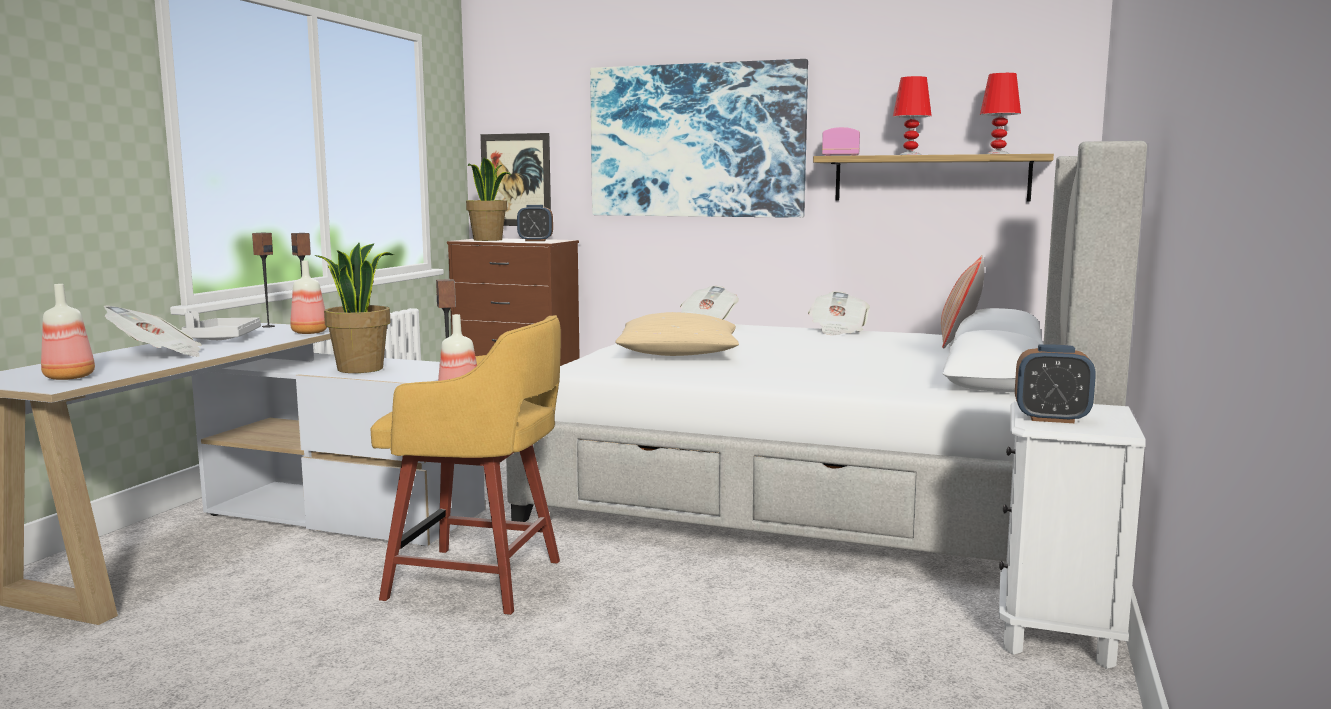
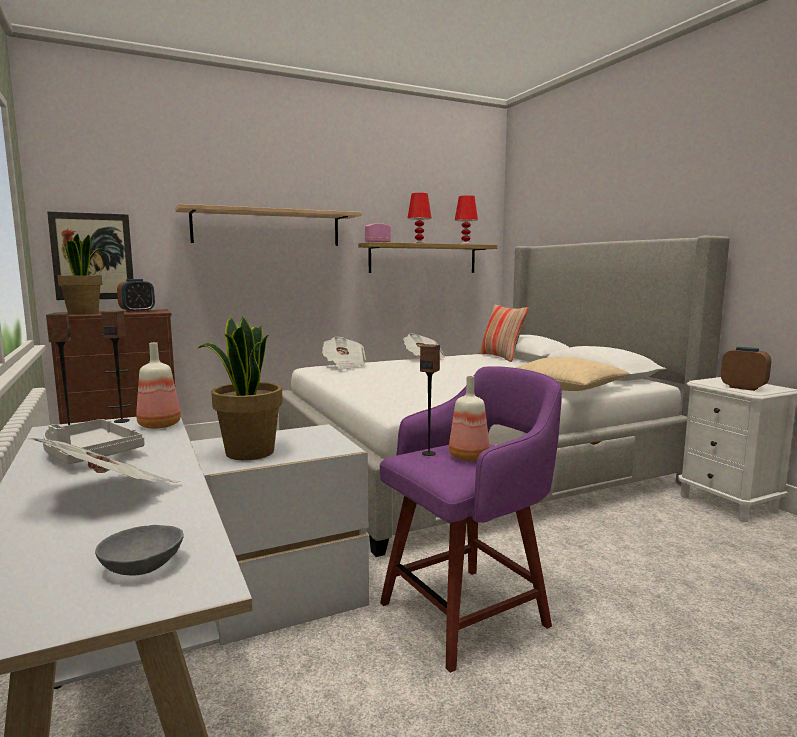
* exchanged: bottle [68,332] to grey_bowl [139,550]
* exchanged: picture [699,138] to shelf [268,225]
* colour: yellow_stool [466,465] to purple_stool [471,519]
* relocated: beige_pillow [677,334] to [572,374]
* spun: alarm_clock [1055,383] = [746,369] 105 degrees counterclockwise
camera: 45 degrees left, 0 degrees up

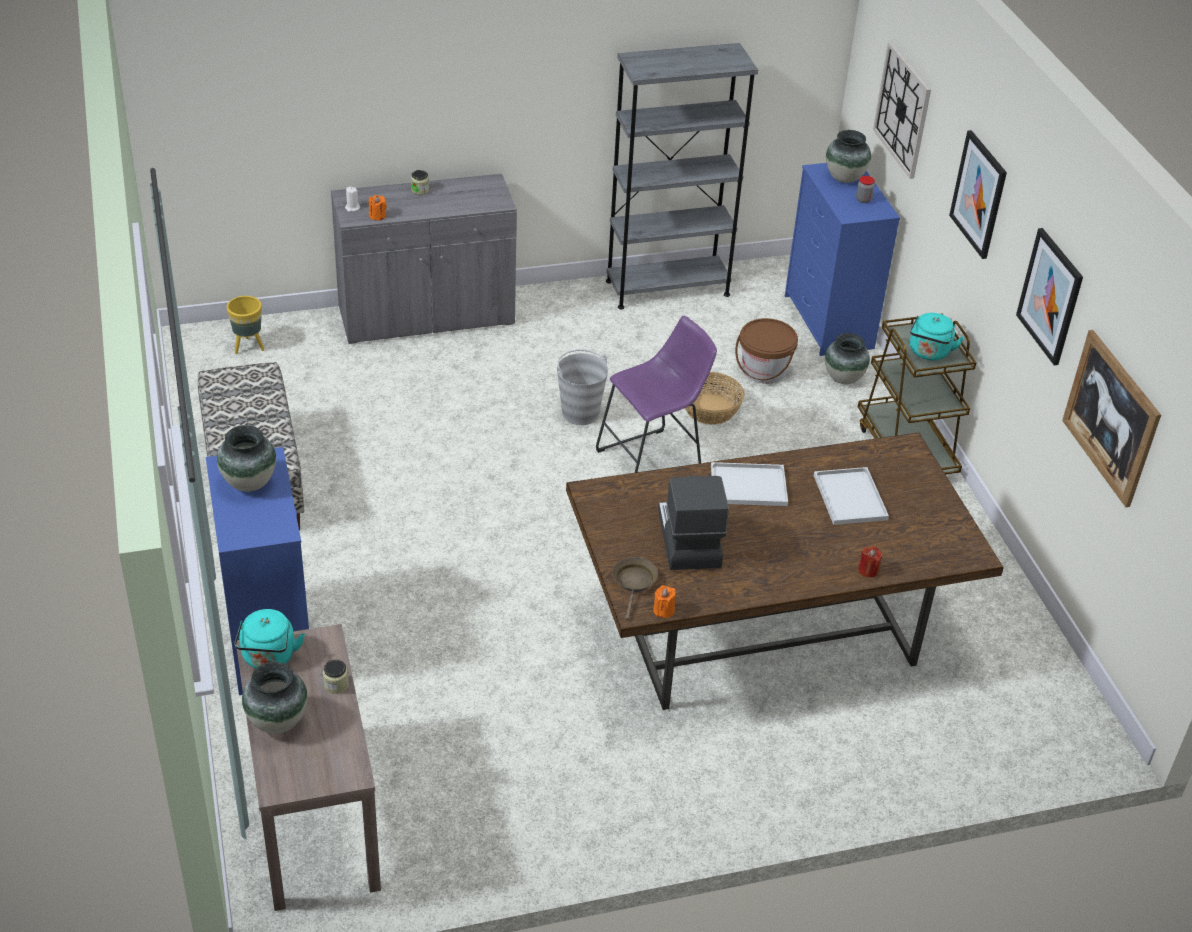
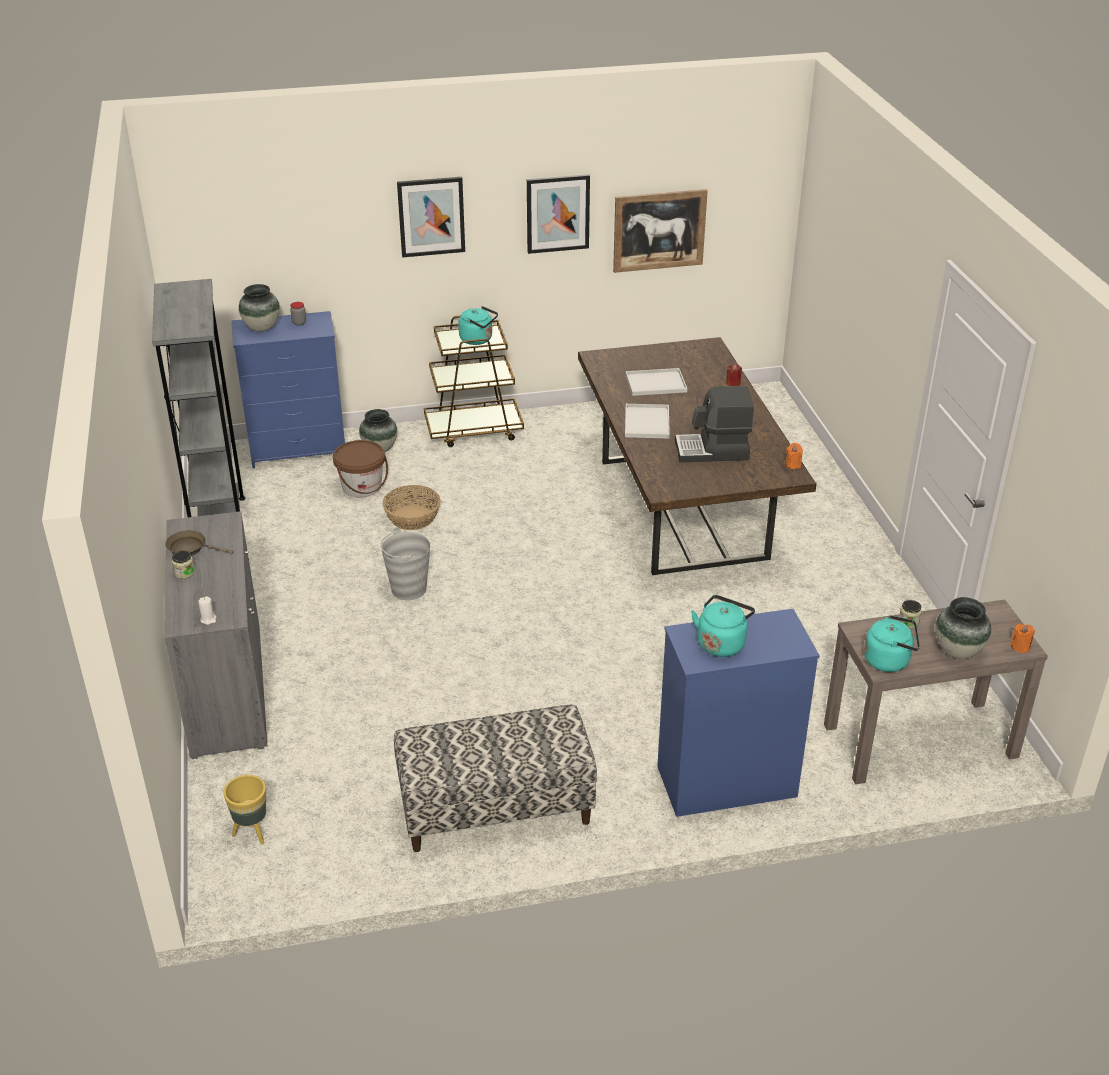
* relocated: brown_frying_pan [635,588] to [199,543]
* exchanged: vase [246,458] to turquoise_kettle [723,626]
* relocated: orange_candle [378,208] to [1022,638]
* missing: purple_stool [656,394]
* missing: wall_clock [902,110]
camera: 85 degrees left, 5 degrees down

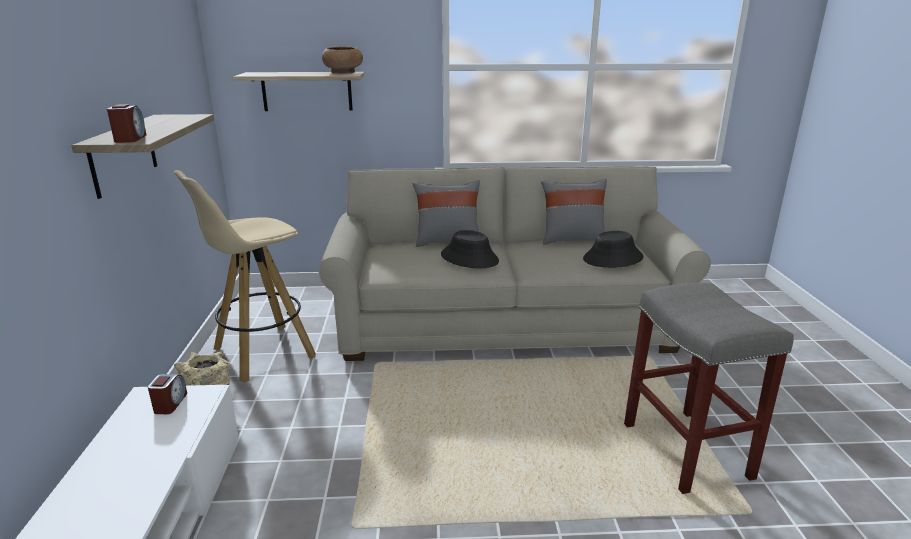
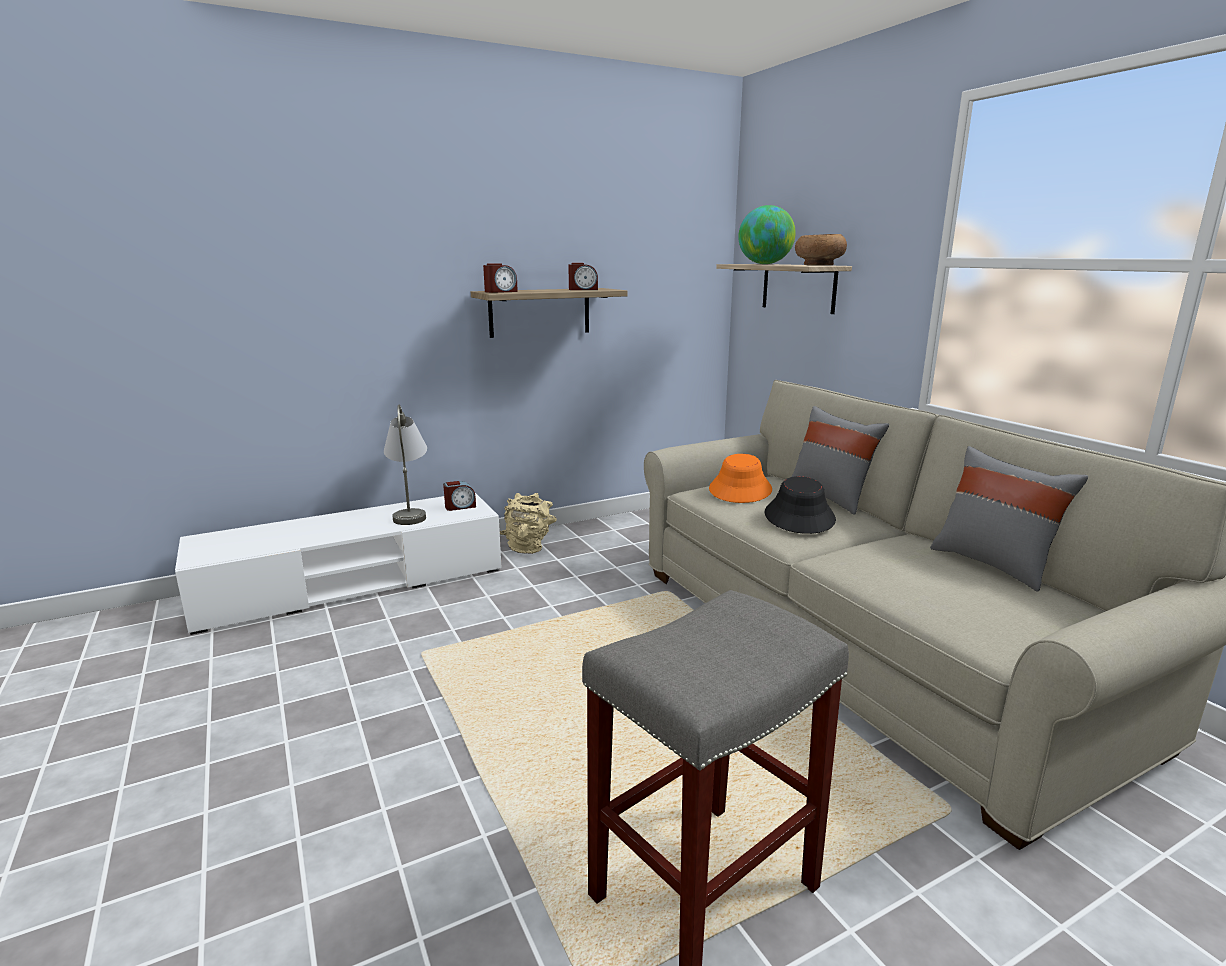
* appeared: grey_table_lamp [405,465]
* appeared: alarm_clock [583,276]
* appeared: orange_hat [740,478]
* appeared: globe [767,234]
* missing: beige_stool [245,276]
* missing: black_hat [613,249]
camera: 65 degrees right, 5 degrees down

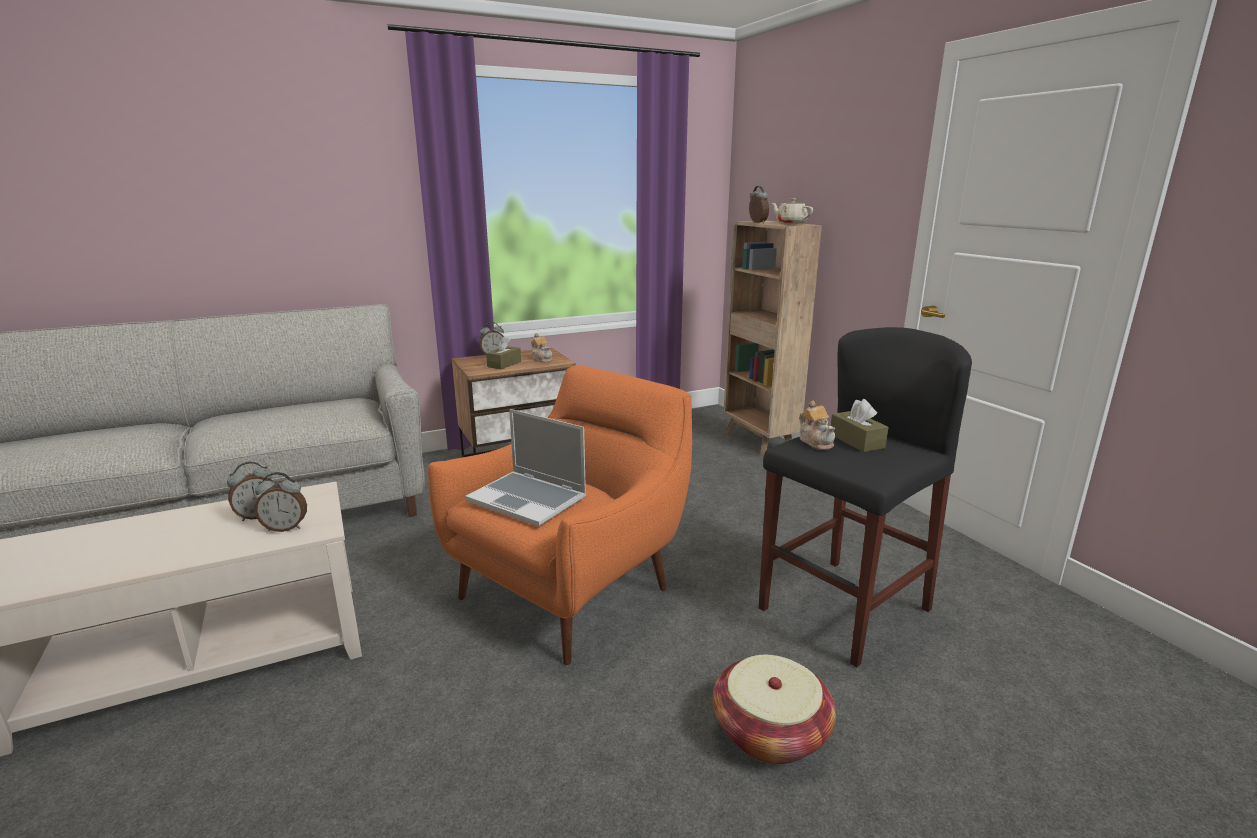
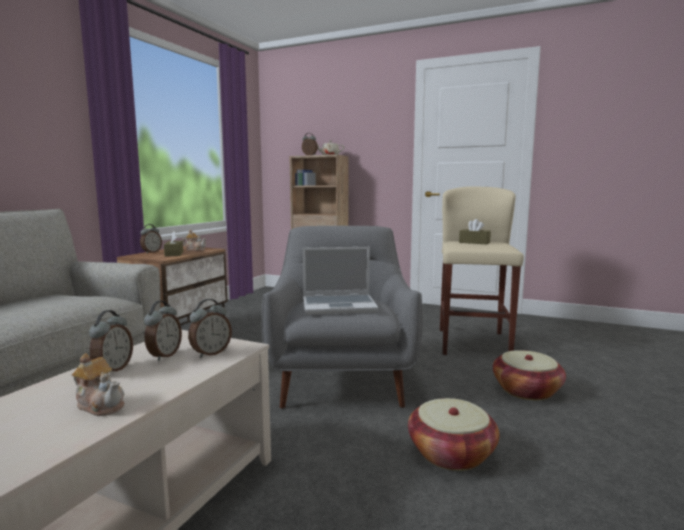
* relocated: teapot [817,425] to [98,384]
* appeared: alarm_clock [111,342]
* colour: orange_armchair [560,515] to grey_armchair [342,317]
* appeared: basket [453,434]
* colour: black_stool [865,497] to beige_stool [482,270]
camera: 40 degrees left, 10 degrees down

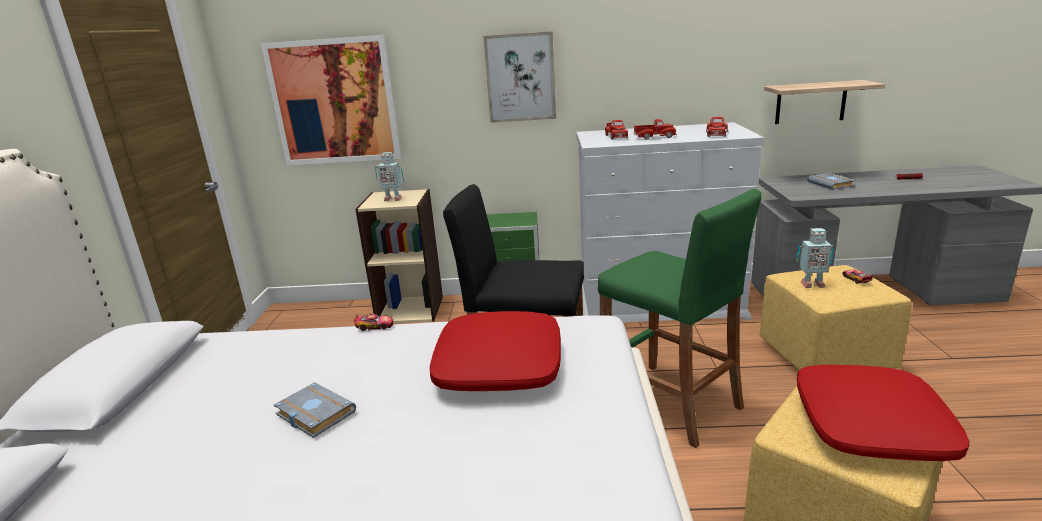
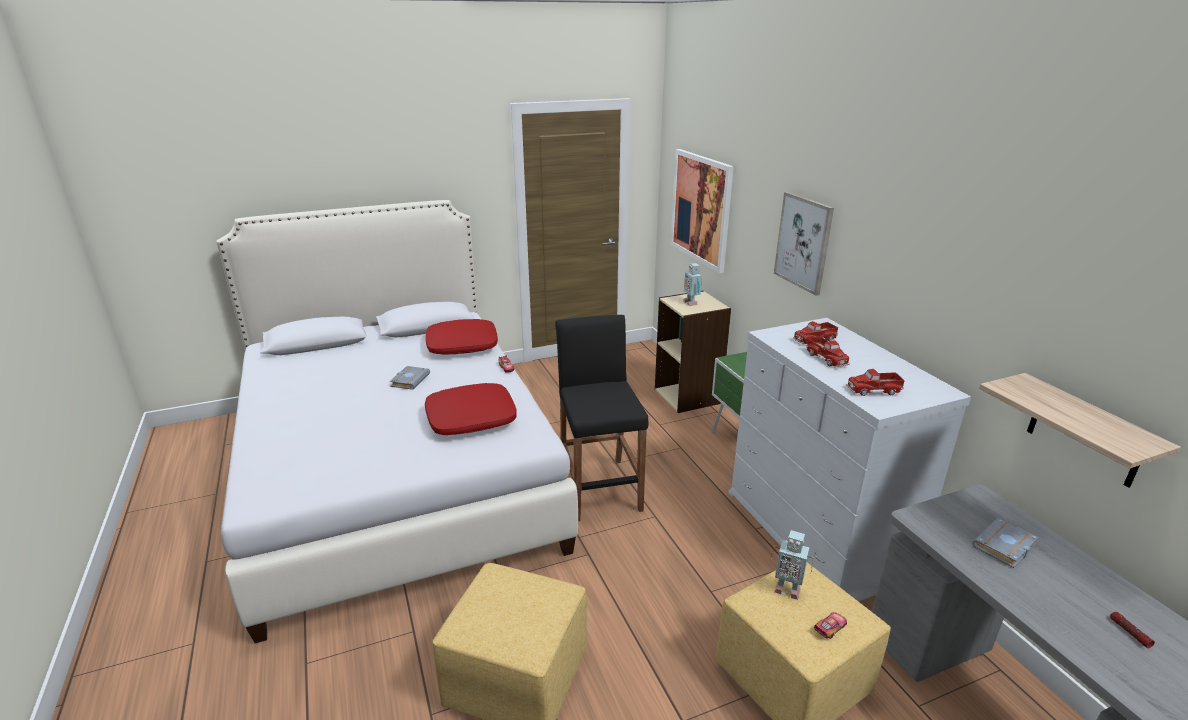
* relocated: red_pillow [883,413] to [462,337]
* spun: toy_robot [815,258] = [792,565] 45 degrees counterclockwise
* missing: green_stool [680,318]
camera: 65 degrees right, 5 degrees up

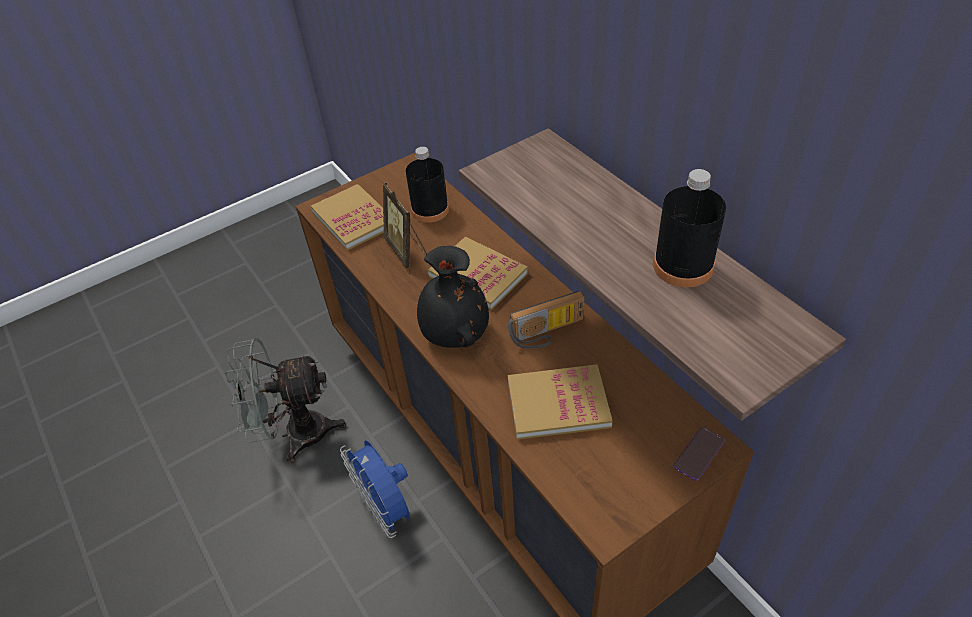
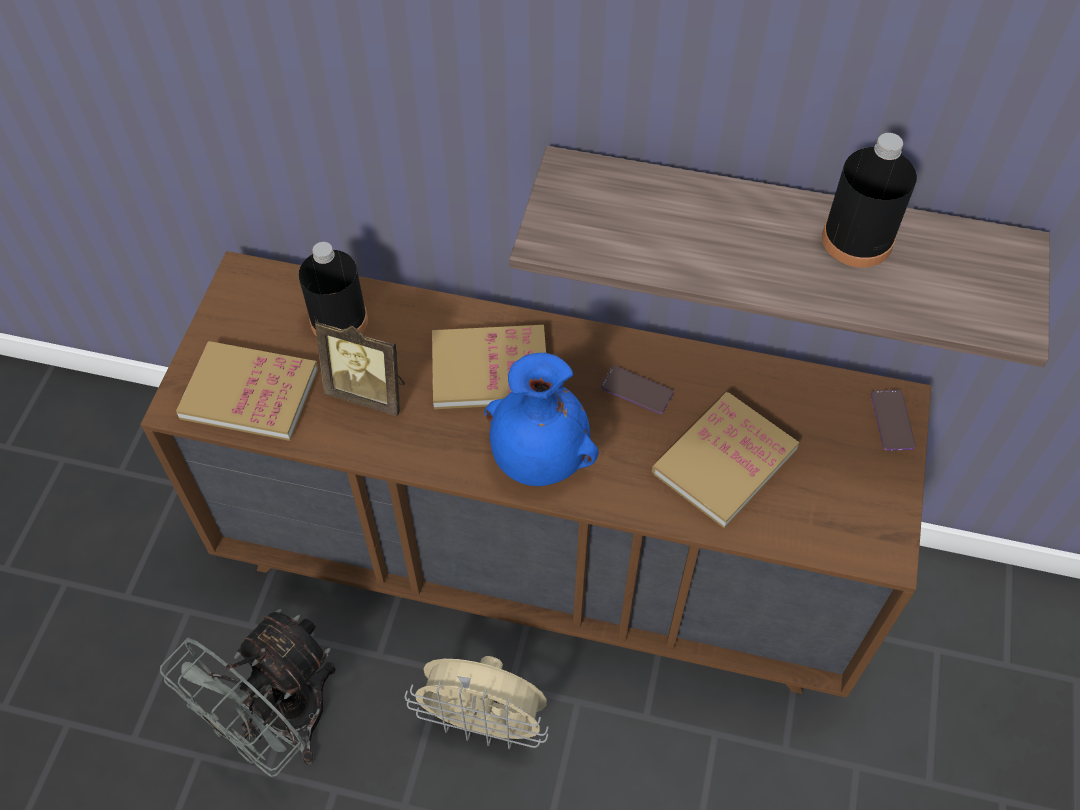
* colour: blue_fan [375,489] to beige_fan [477,702]
* colour: black_vase [453,297] to blue_vase [541,419]
* exchanged: radio [546,320] to phone [637,390]
camera: 45 degrees left, 10 degrees up

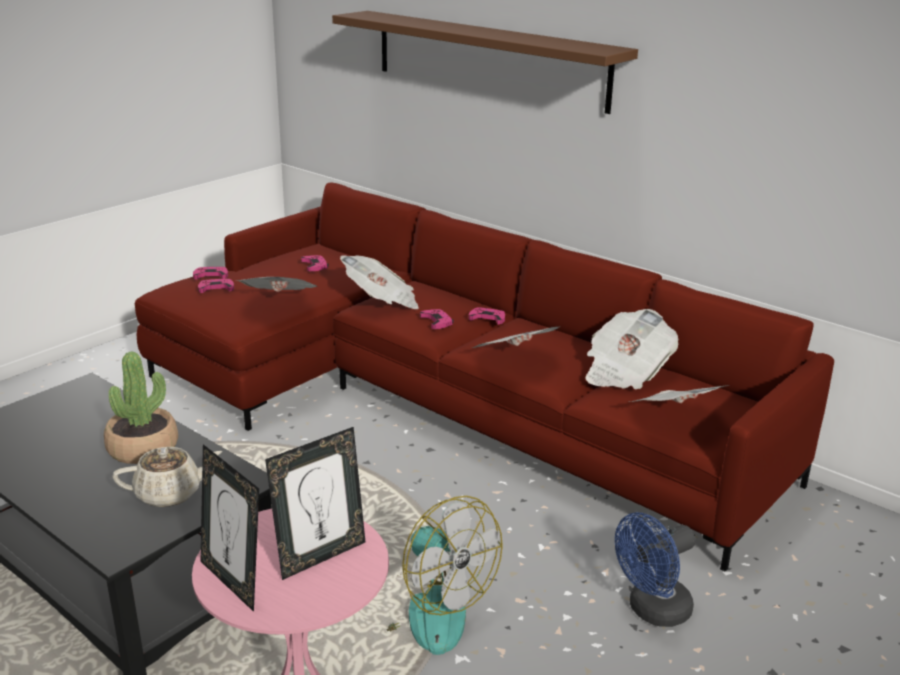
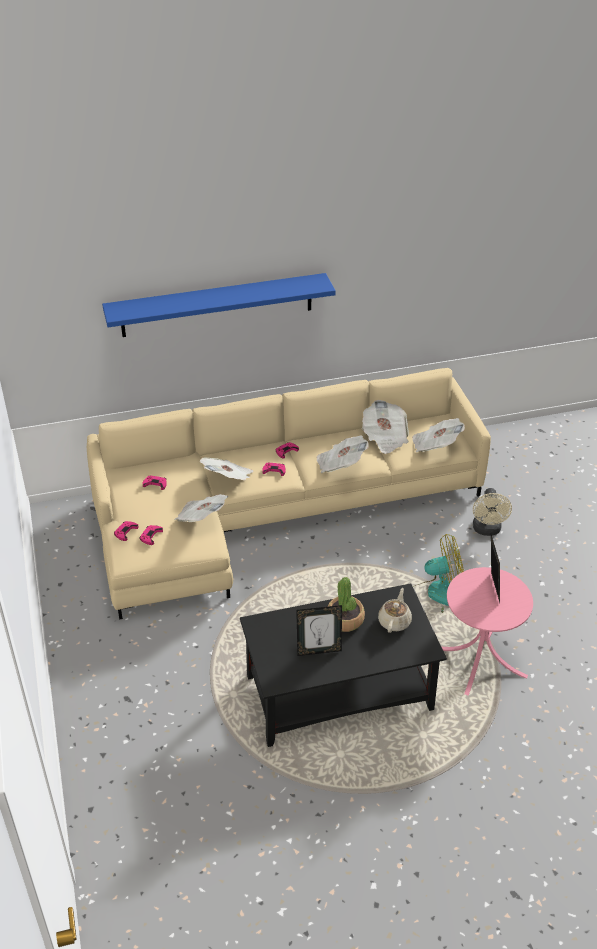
* colour: red_sofa [484,377] to beige_sofa [289,493]
* colour: brown_shelf [485,62] to blue_shelf [219,305]
* relocated: picture_frame [230,528] to [319,630]
* colour: blue_fan [655,569] to beige_fan [492,512]
camera: 55 degrees left, 15 degrees up

